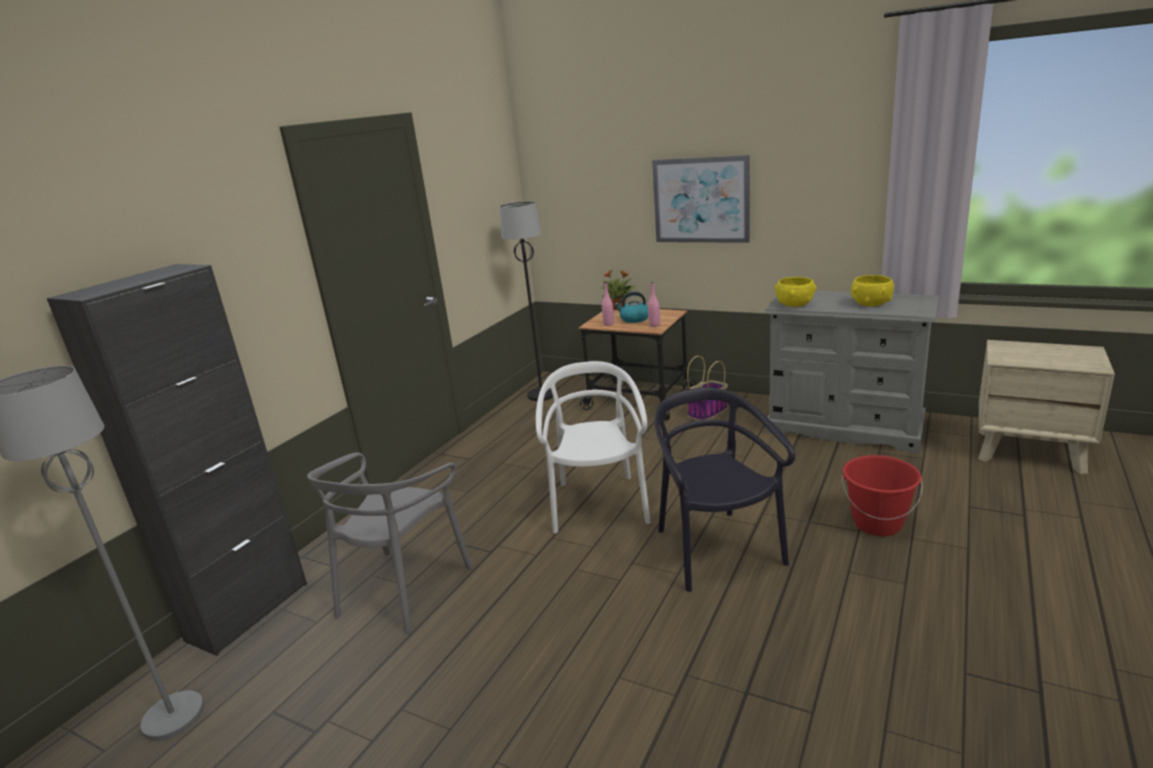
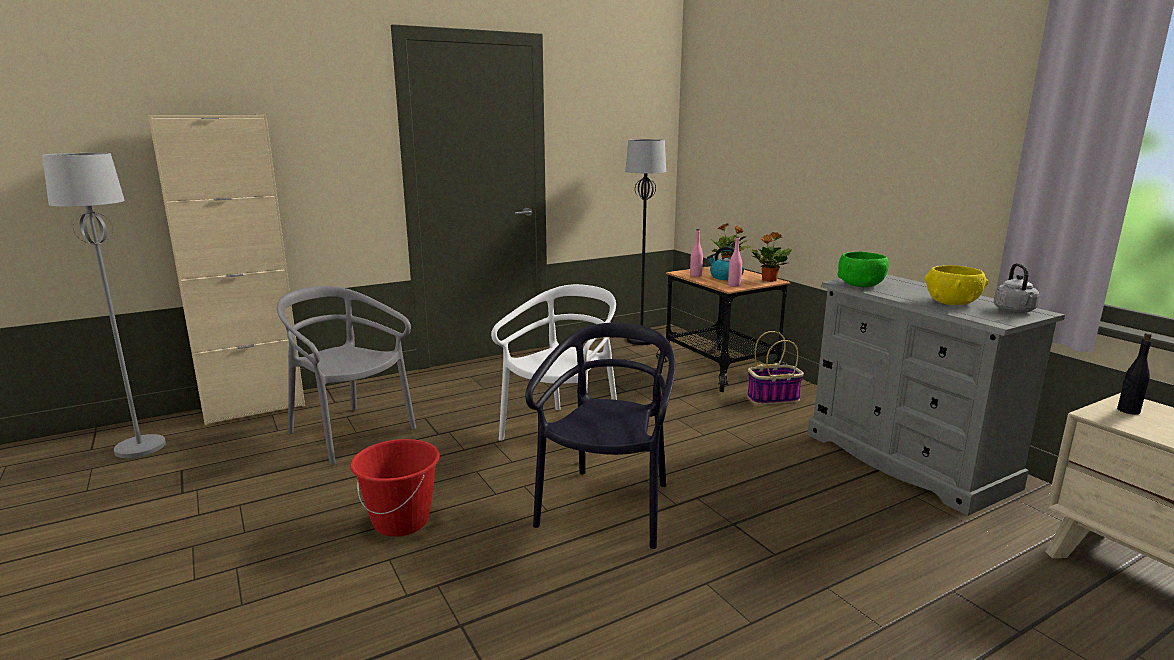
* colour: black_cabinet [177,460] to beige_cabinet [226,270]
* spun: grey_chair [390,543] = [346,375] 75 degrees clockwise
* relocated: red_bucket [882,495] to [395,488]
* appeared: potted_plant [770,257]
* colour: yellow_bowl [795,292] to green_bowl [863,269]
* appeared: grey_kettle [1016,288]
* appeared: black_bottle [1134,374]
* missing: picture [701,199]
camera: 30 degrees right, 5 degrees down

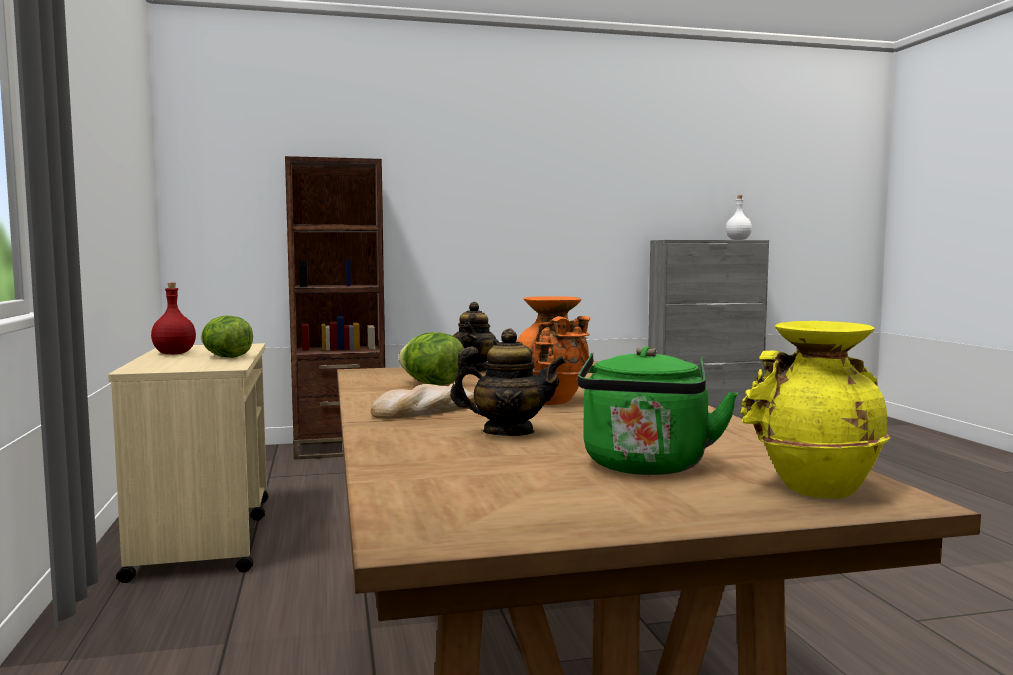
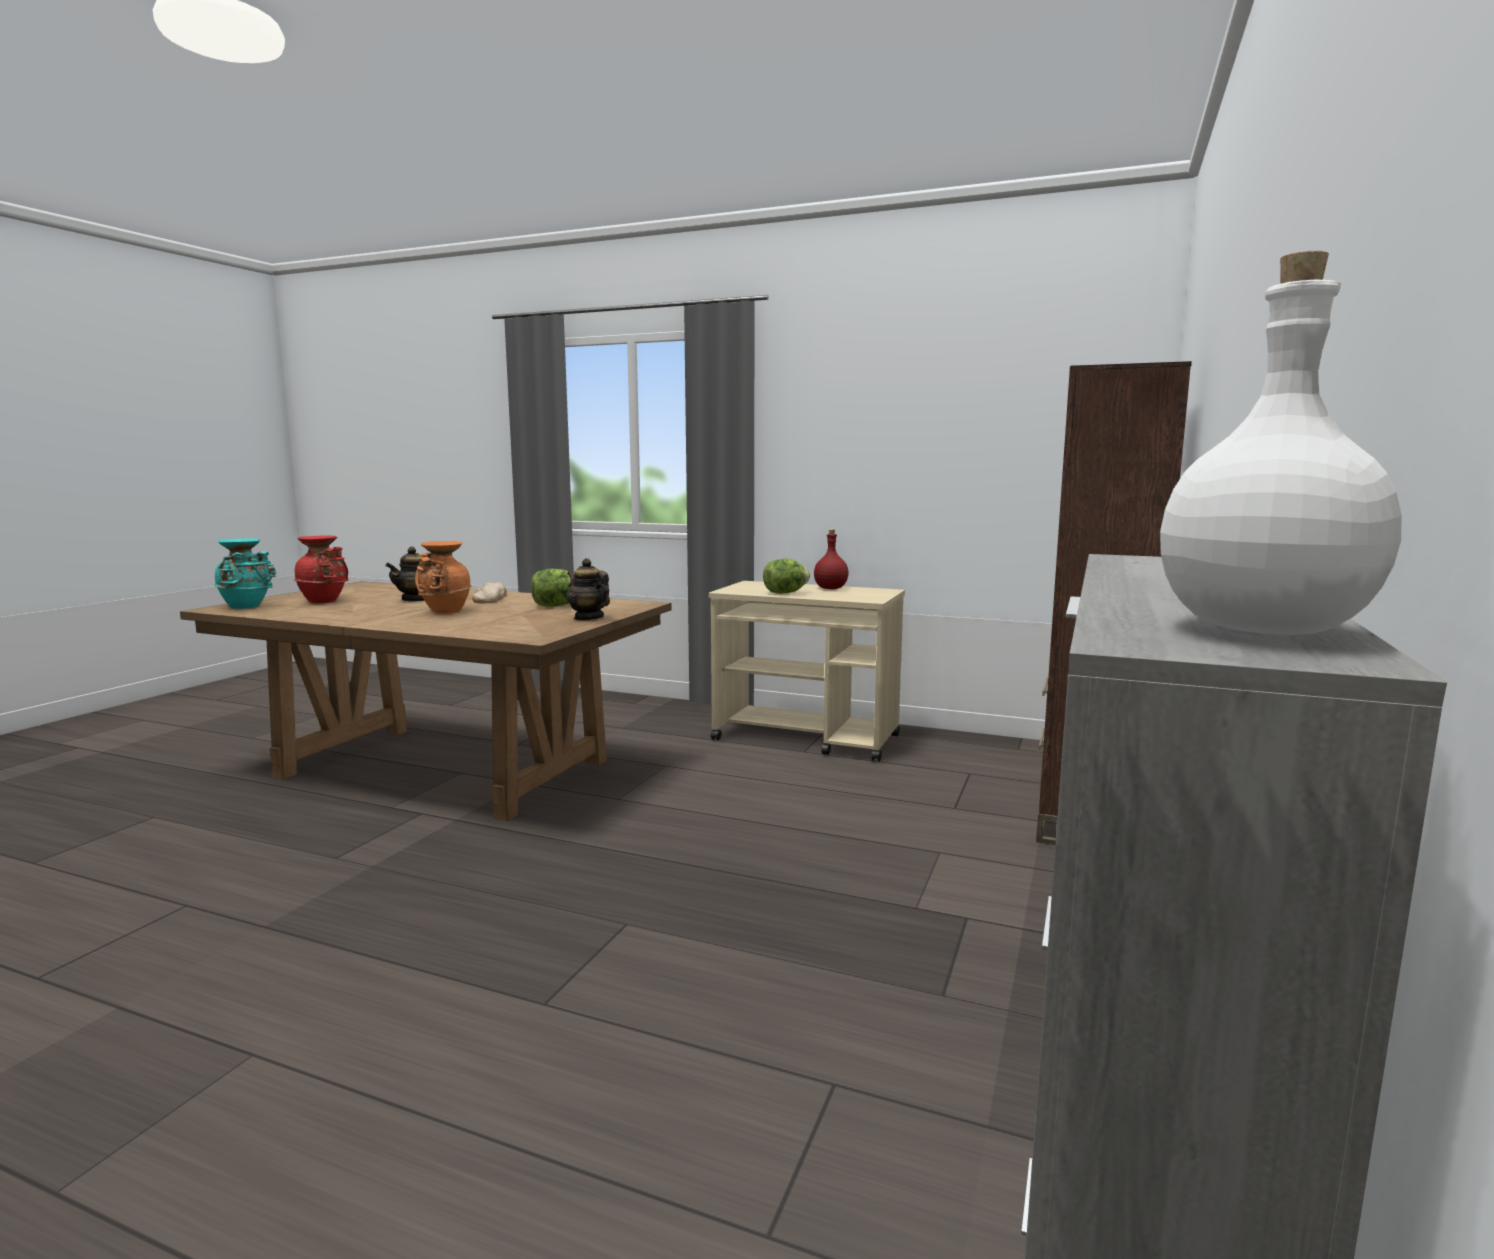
* colour: yellow_vase [815,410] to turquoise_vase [245,574]
* exchanged: green_kettle [657,410] to red_vase [321,569]
camera: 125 degrees right, 5 degrees up

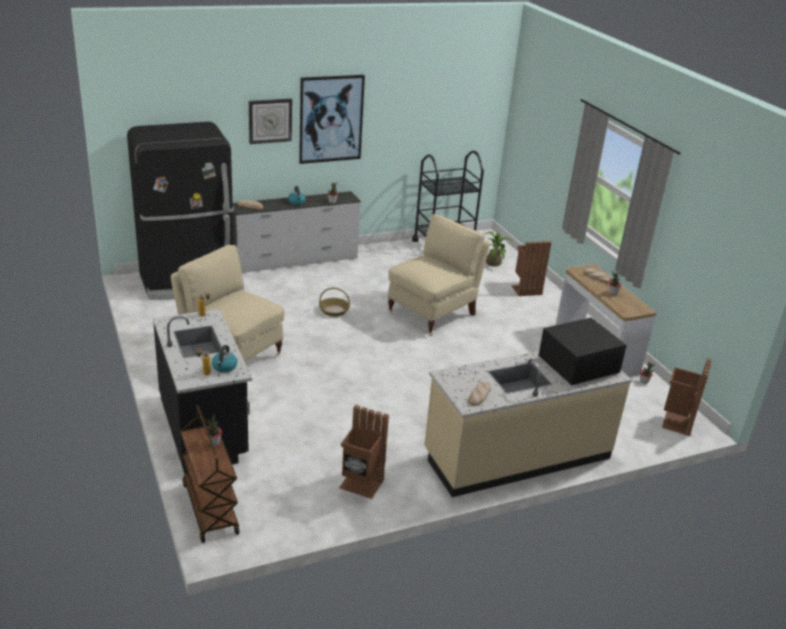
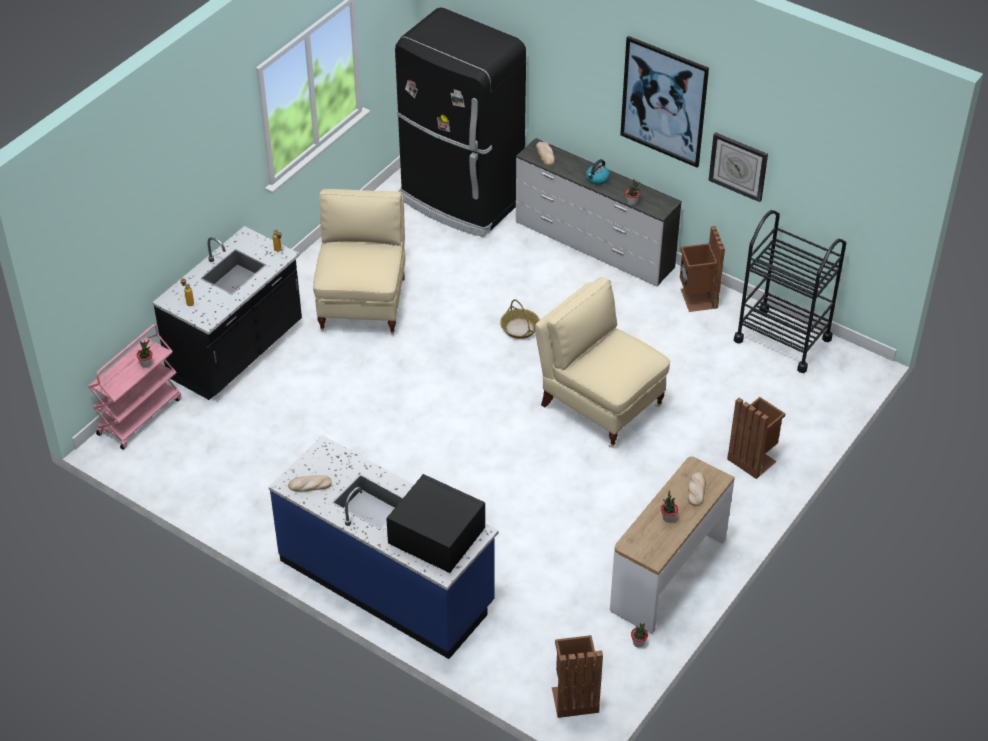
* colour: brown_cart [209,474] to pink_cart [134,387]
* colour: beige_counter [528,424] to blue_counter [384,547]
* spun: beige_chair [439,275] = [602,362] 150 degrees counterclockwise
* relocated: brown_trash_can [364,452] to [702,269]
* relocated: wall_clock [270,121] to [738,167]
* missing: kettle [224,359]
* missing: potted_plant [498,249]
camera: 60 degrees right, 15 degrees up

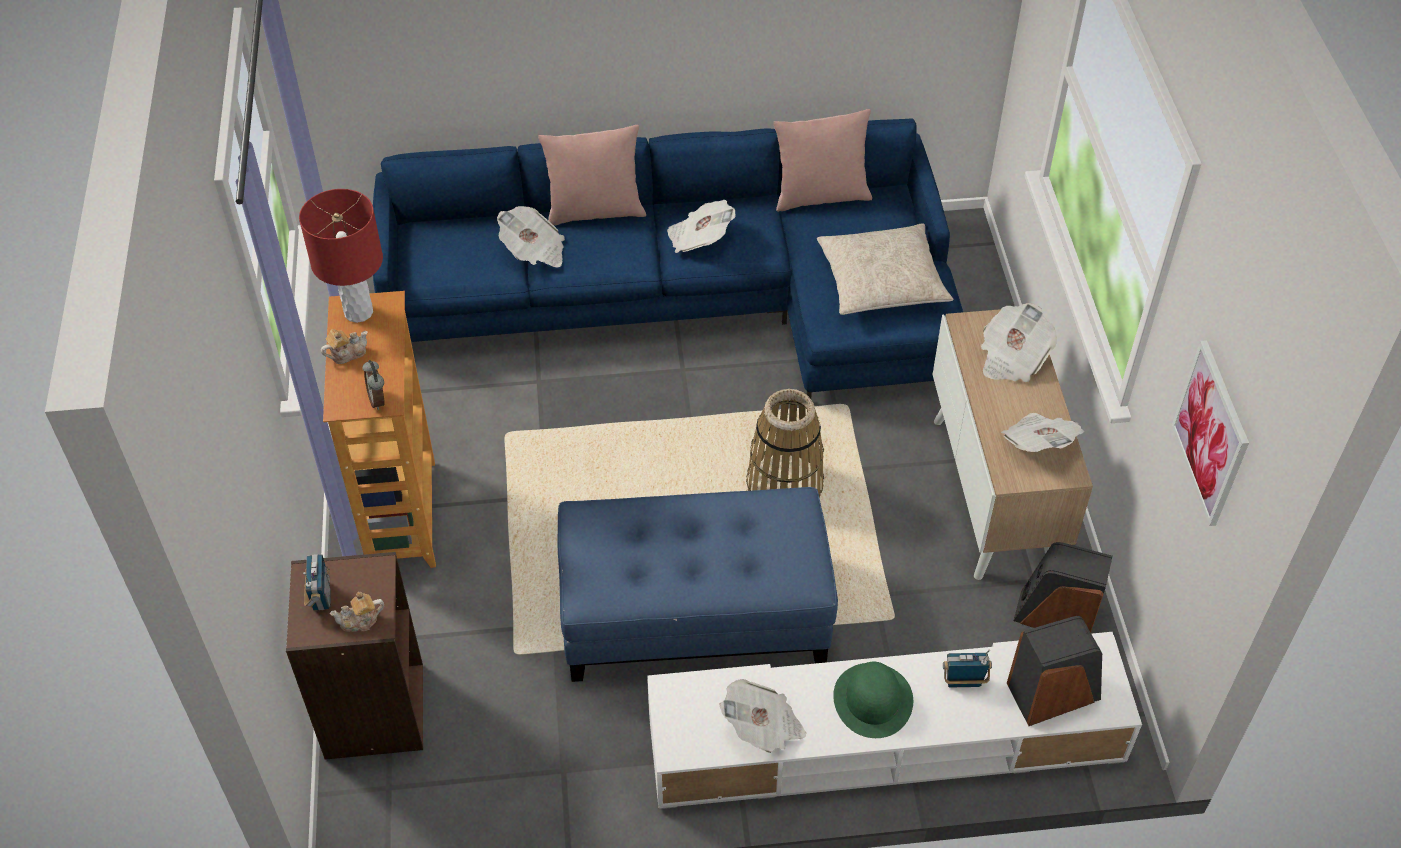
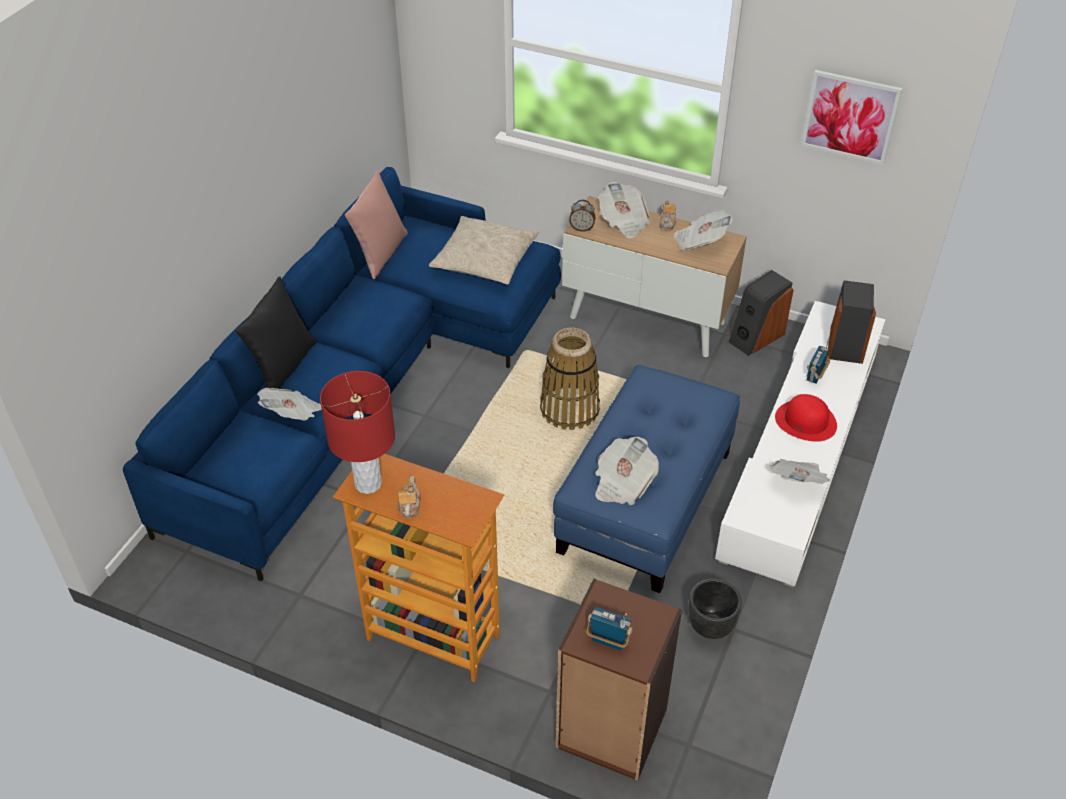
* colour: pink_pillow [592,175] to black_pillow [275,332]
* relocated: alarm_clock [373,385] to [582,216]
* relocated: newspaper [701,226] to [627,471]
* relocated: teapot [357,612] to [668,215]
* appeared: black_planter [715,609]
* colour: green_hat [873,700] to red_hat [806,418]
camera: 60 degrees left, 5 degrees down

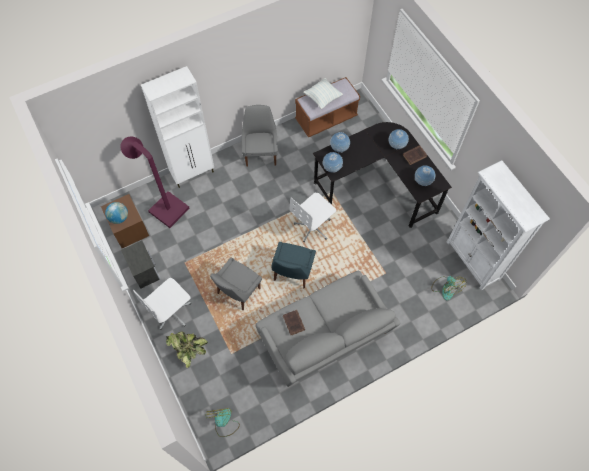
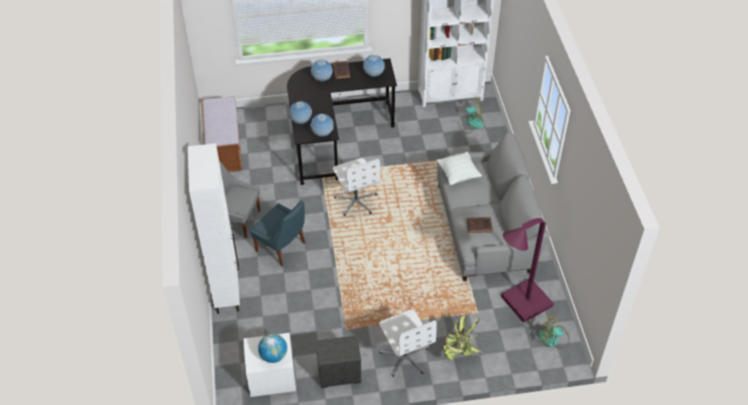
* colour: brown_nightstand [125,221] to white_nightstand [269,365]
* relocated: blue_chair [293,265] to [277,233]
* relocated: pillow [323,93] to [459,168]
* relocated: purple_floor_lamp [155,182] to [527,270]
* missing: grey_chair [236,284]
camera: 70 degrees left, 15 degrees down

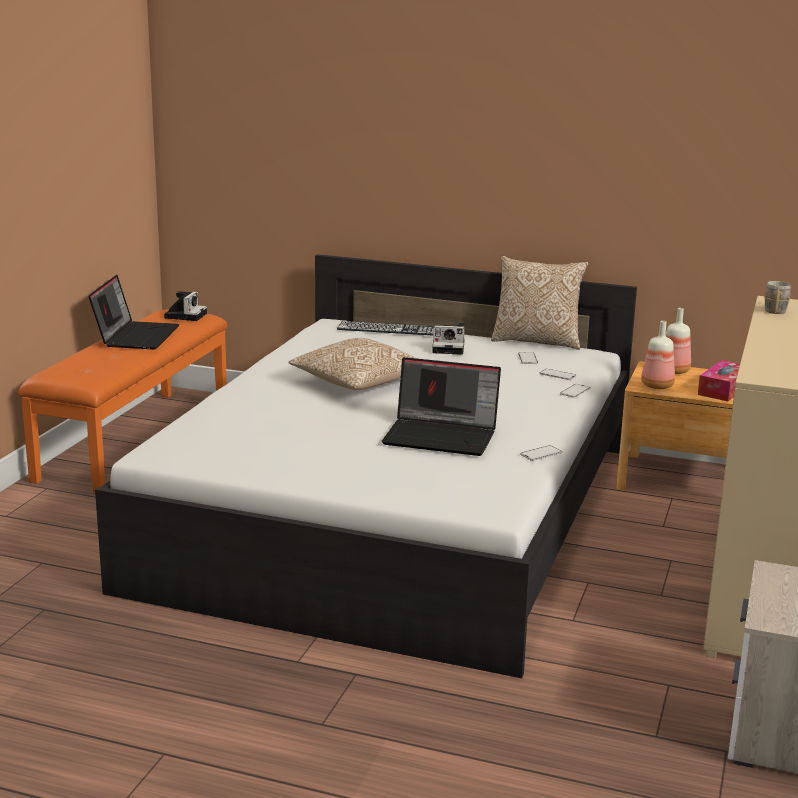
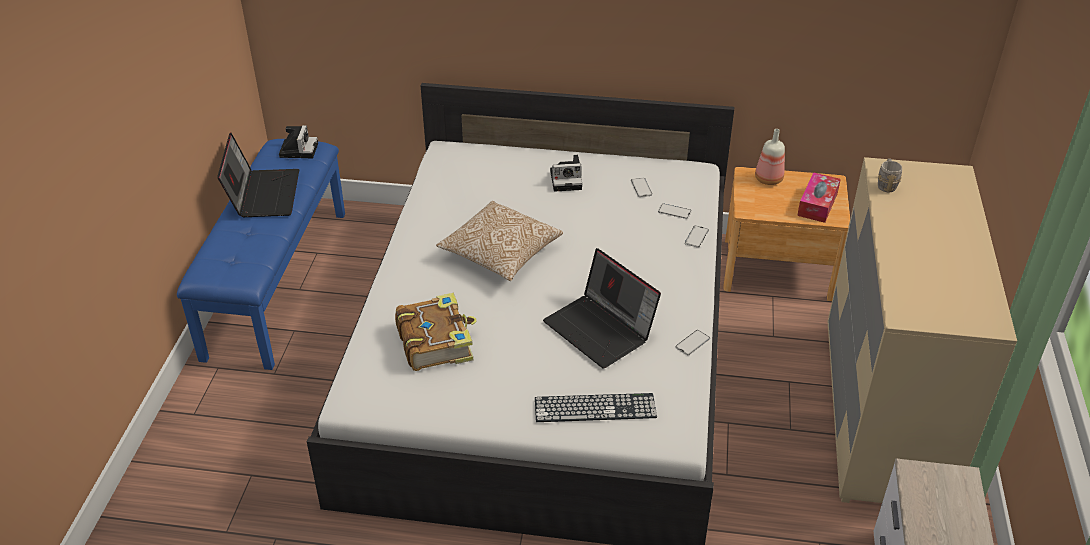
* colour: orange_bench [123,402] to blue_bench [261,254]
* appeared: book [436,332]
* relocated: keyboard [385,328] to [596,407]
* spun: laptop [441,406] = [602,308] 45 degrees clockwise
* missing: pillow [539,303]
* missing: bottle [658,355]
camera: 10 degrees left, 20 degrees up

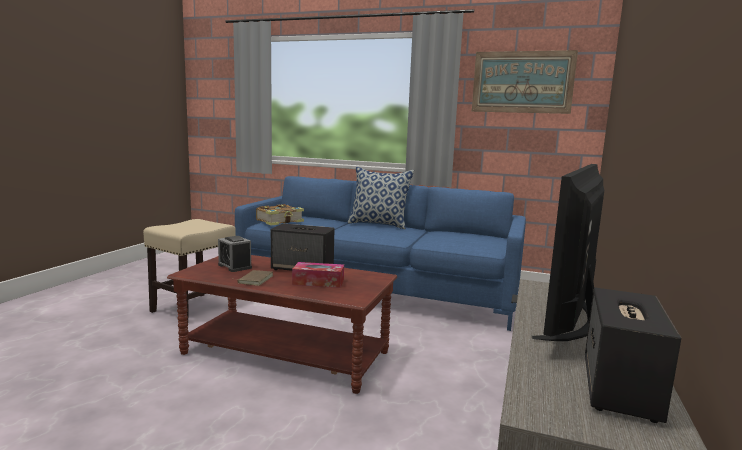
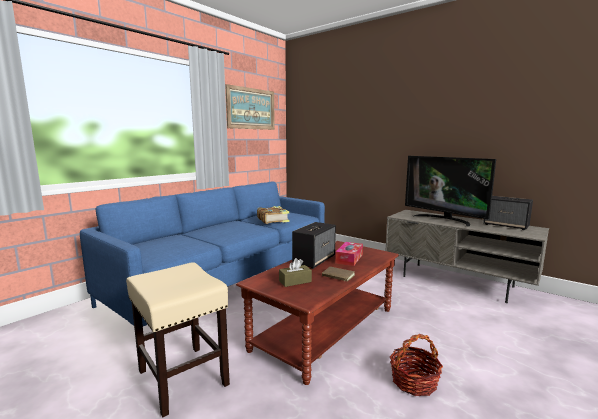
* relocated: book [280,215] to [273,215]
* exchanged: alarm_clock [235,254] to brown_tissue_box [295,272]
* appeared: basket [416,365]
* missing: pillow [381,198]
camera: 70 degrees left, 0 degrees up

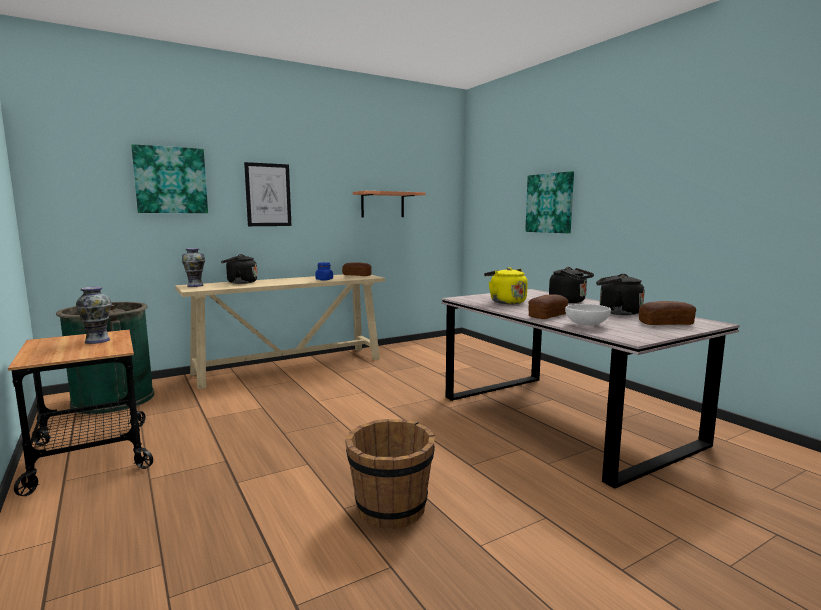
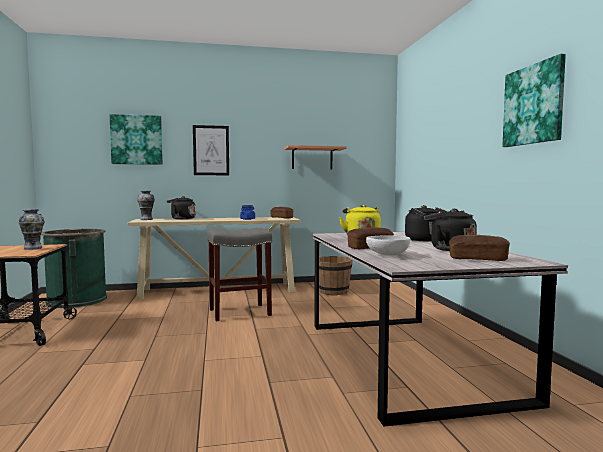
* appeared: grey_stool [239,274]
* relocated: brown_bucket [390,474] to [336,276]
* relocated: picture [549,202] to [534,100]
camera: 20 degrees right, 5 degrees down

